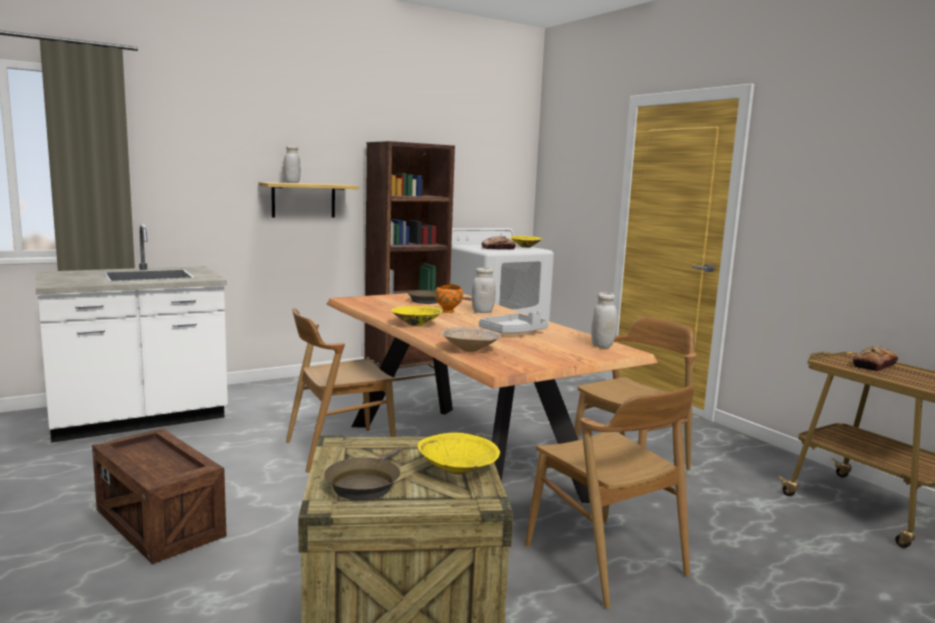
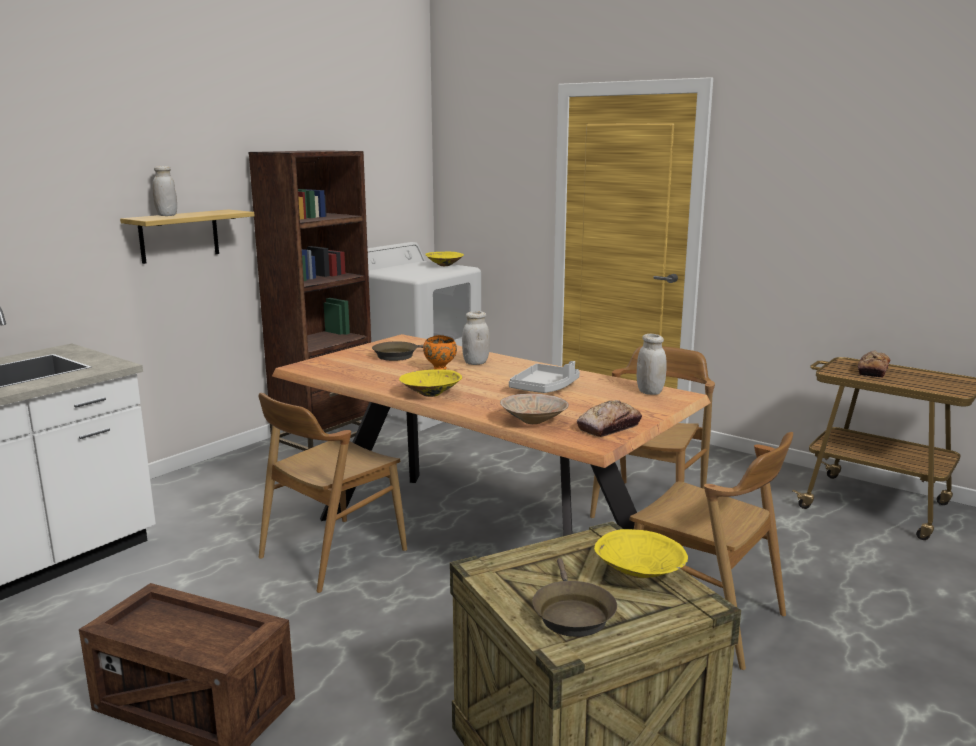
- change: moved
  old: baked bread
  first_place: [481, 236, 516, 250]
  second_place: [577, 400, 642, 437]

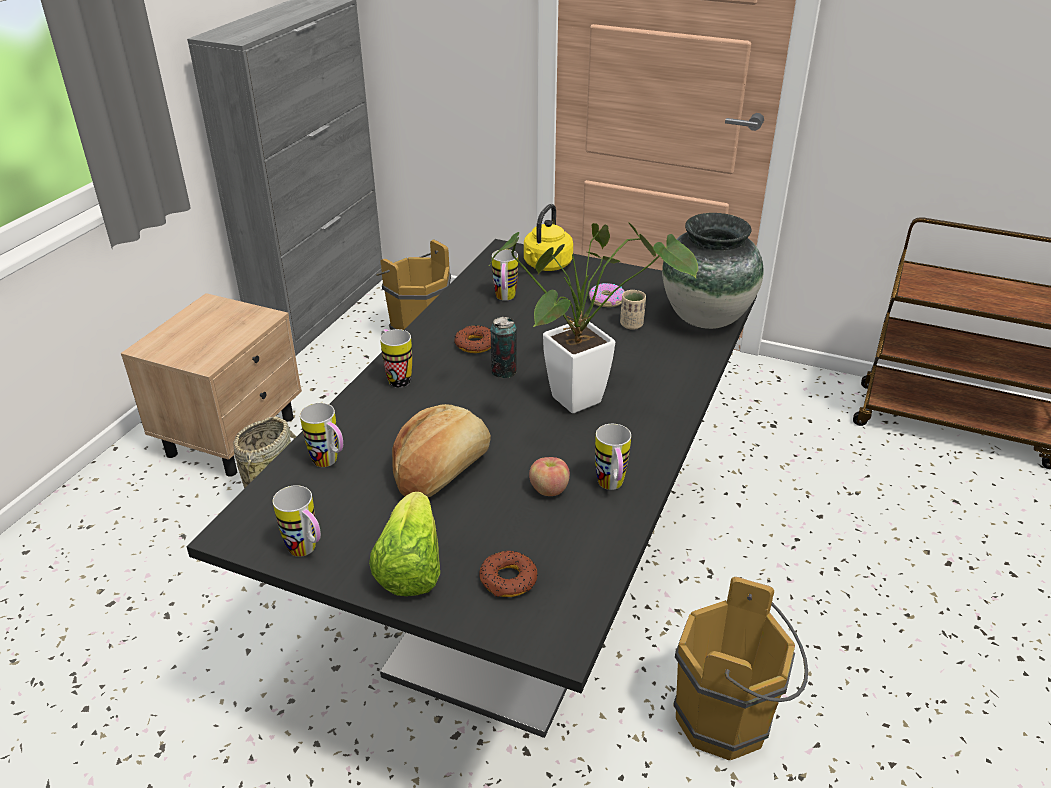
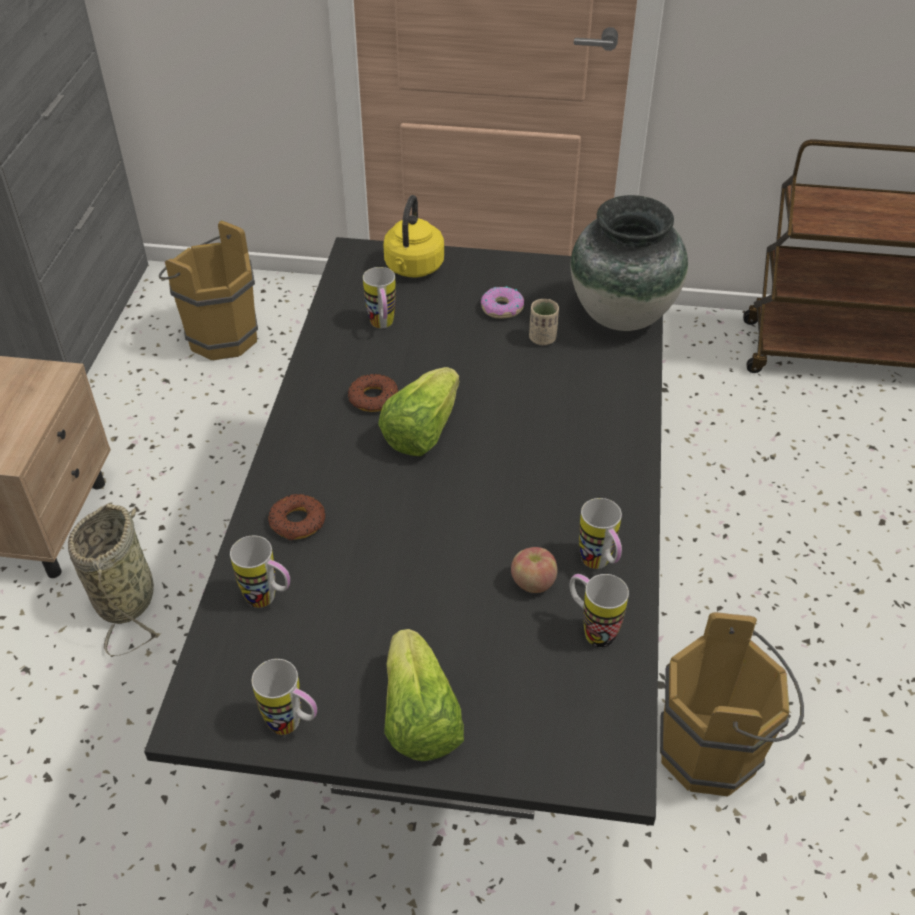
- change: removed
  old: potted plant
  first_place: [489, 222, 698, 413]
- change: replaced
  old: sealed can
  new: head of lettuce
  first_place: [490, 317, 517, 378]
  second_place: [378, 367, 459, 456]
- change: moved
  old: tea mug
  first_place: [380, 329, 412, 388]
  second_place: [569, 574, 629, 647]
- change: removed
  old: baked bread
  first_place: [392, 404, 491, 497]
- change: moved
  old: doughnut
  first_place: [479, 551, 538, 597]
  second_place: [268, 494, 325, 540]

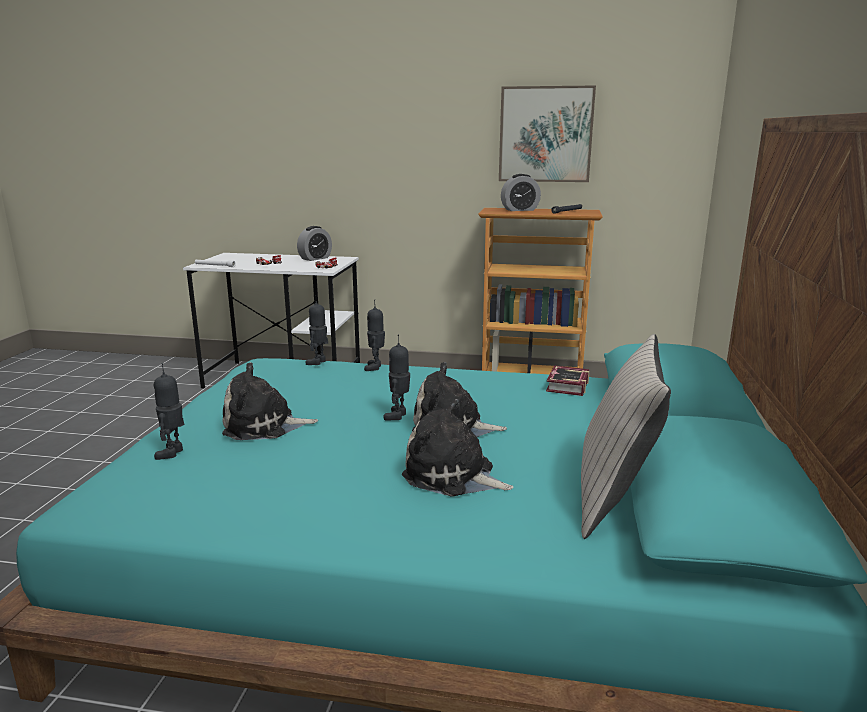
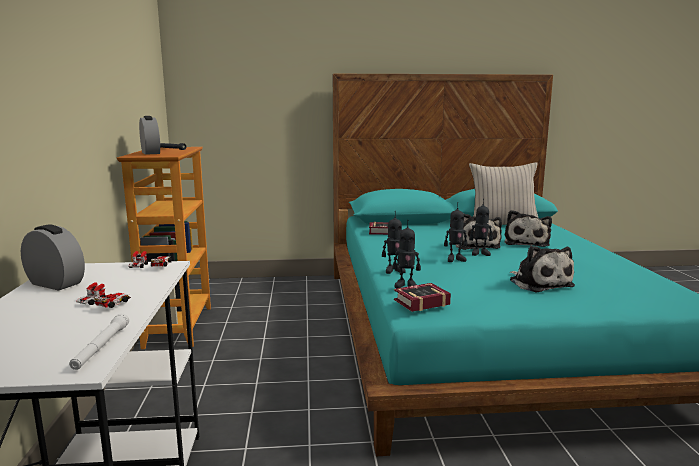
- change: removed
  old: wall picture
  first_place: [499, 86, 596, 182]
- change: moved
  old: toy robot
  first_place: [154, 363, 185, 460]
  second_place: [444, 202, 468, 262]
- change: added
  new: book
  second_place: [394, 283, 451, 312]

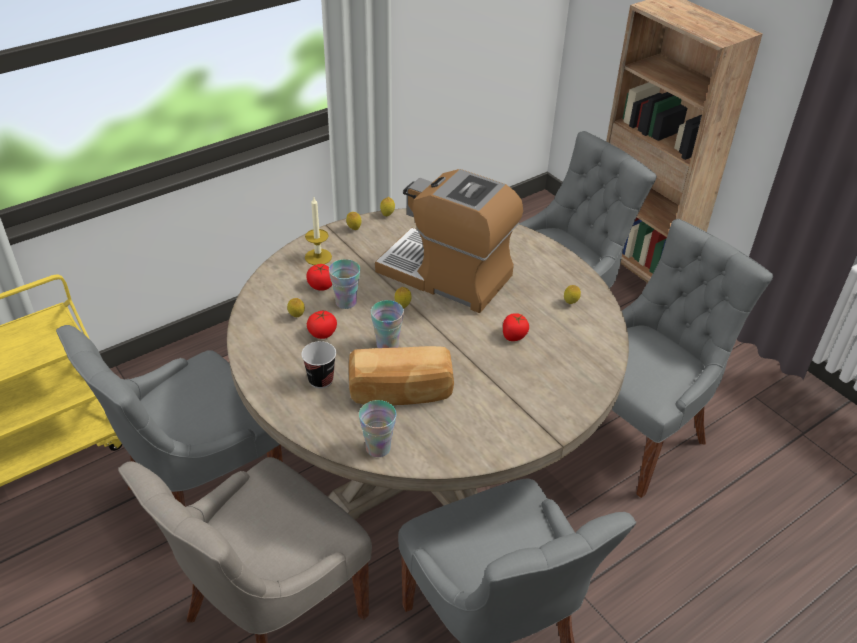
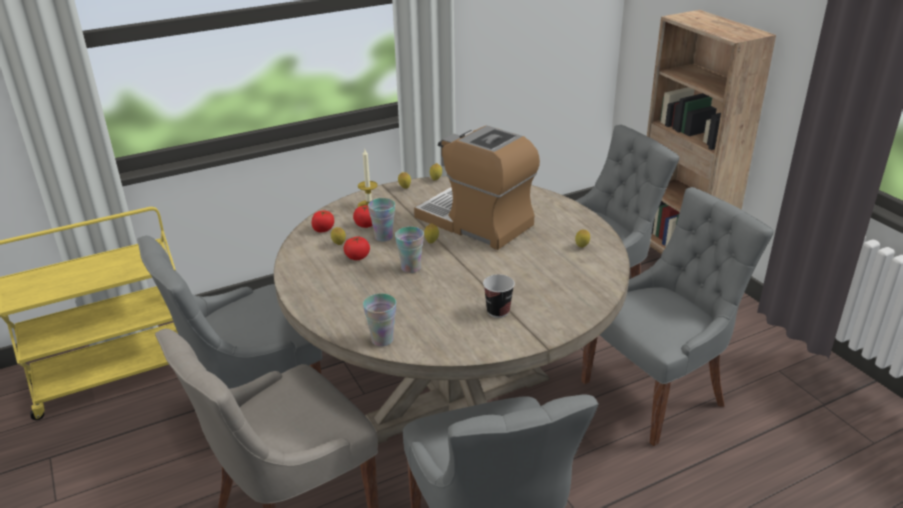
- change: moved
  old: tomato
  first_place: [503, 313, 529, 341]
  second_place: [311, 210, 334, 232]
- change: moved
  old: drinking cup
  first_place: [301, 341, 336, 388]
  second_place: [483, 274, 515, 318]
- change: removed
  old: baked bread
  first_place: [349, 346, 454, 405]

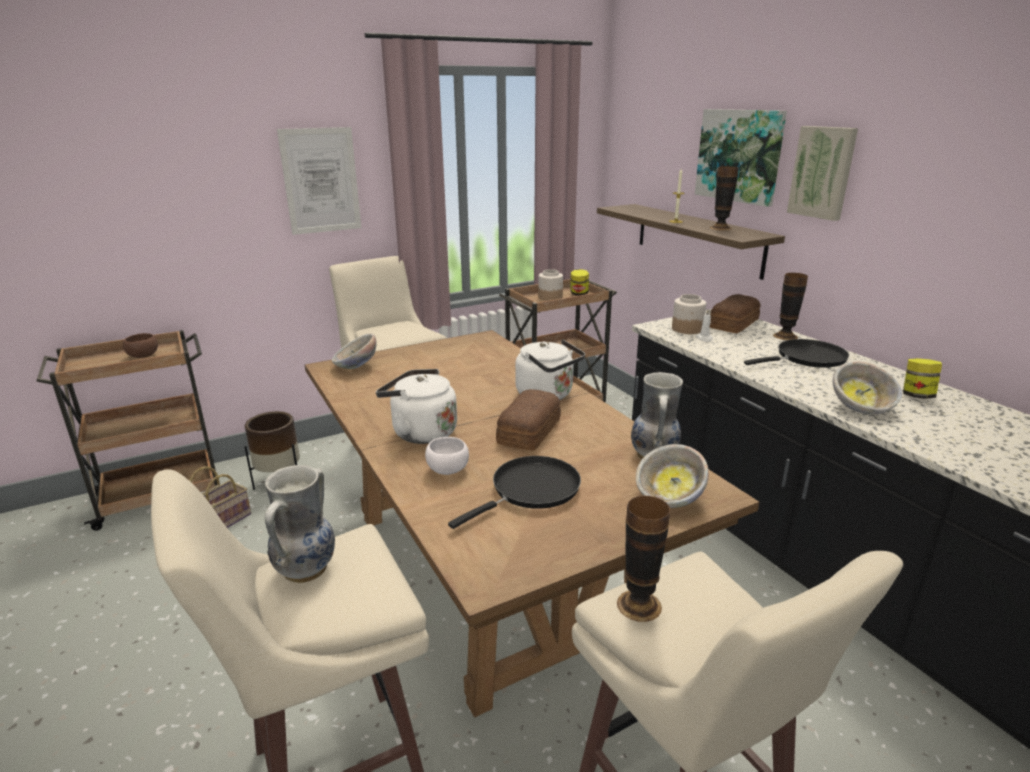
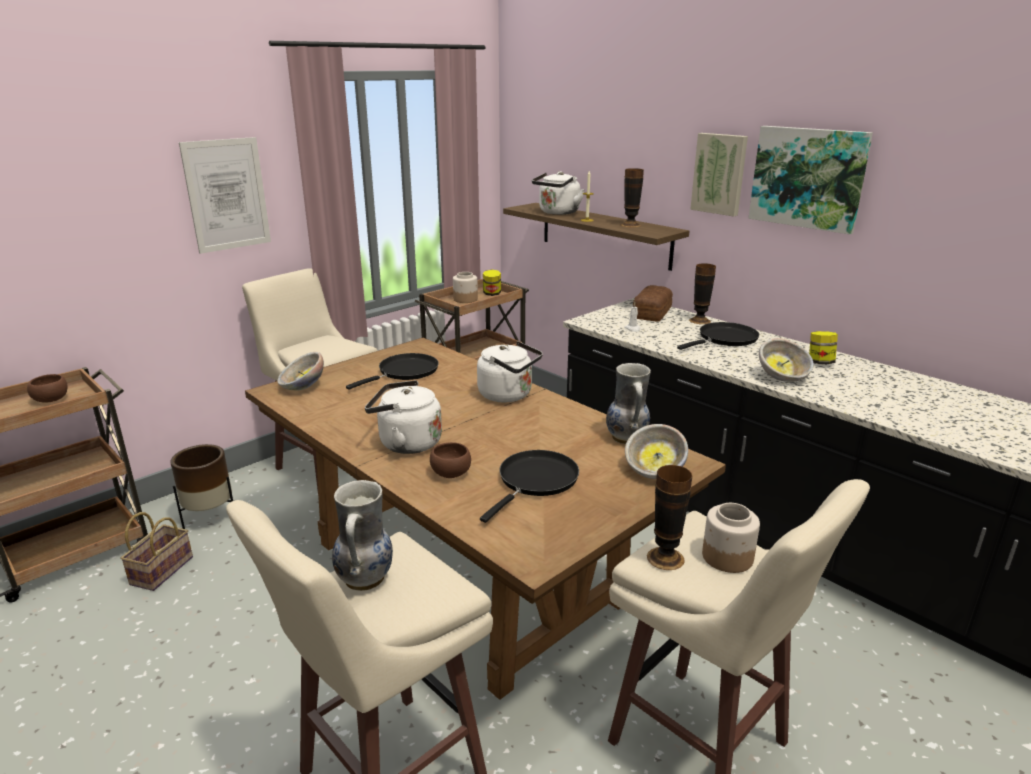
- change: moved
  old: wall picture
  first_place: [695, 109, 787, 207]
  second_place: [748, 126, 873, 235]
- change: moved
  old: storage jar
  first_place: [672, 294, 706, 334]
  second_place: [702, 503, 760, 573]
- change: removed
  old: baked bread
  first_place: [496, 389, 561, 451]
- change: recoloured
  old: bowl in white-coloured
  new: bowl in brownish
  first_place: [425, 437, 469, 475]
  second_place: [430, 442, 471, 478]
- change: added
  new: kettle in white-coloured
  second_place: [532, 171, 585, 215]
- change: added
  new: pan in blackish
  second_place: [346, 353, 439, 390]

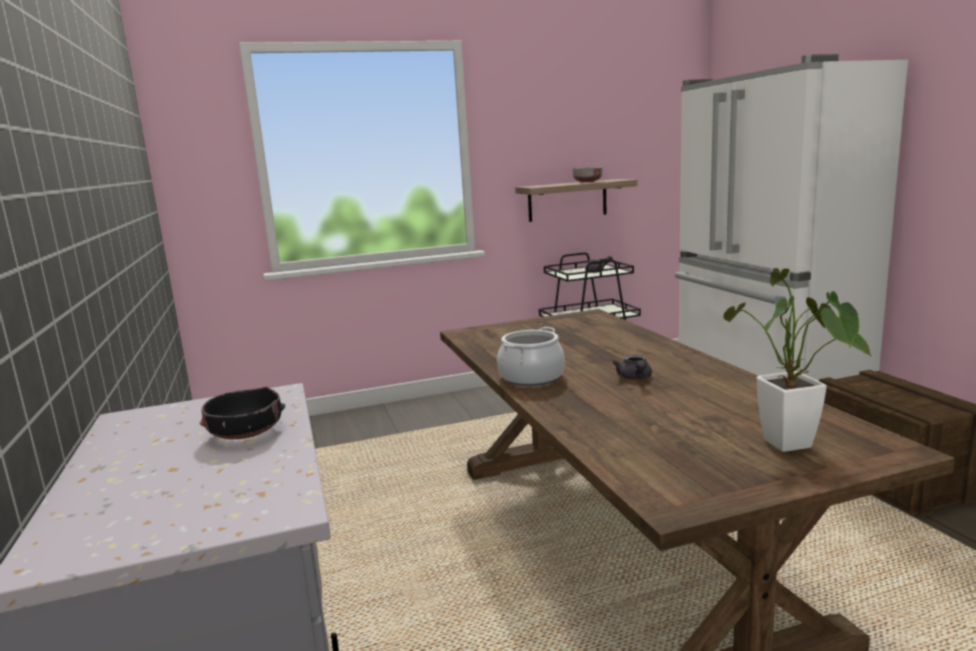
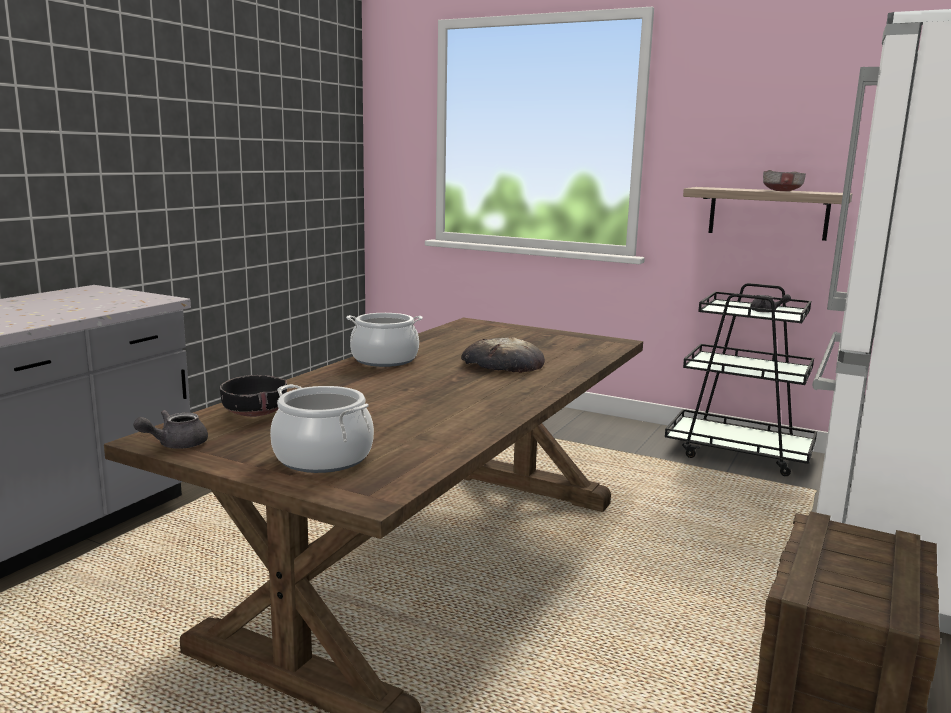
- change: replaced
  old: potted plant
  new: cooking pot
  first_place: [723, 268, 873, 452]
  second_place: [270, 384, 374, 473]
- change: moved
  old: tea pot in gray
  first_place: [612, 355, 652, 380]
  second_place: [133, 410, 208, 449]
- change: moved
  old: bowl in blackish
  first_place: [200, 387, 285, 439]
  second_place: [220, 375, 287, 417]
- change: added
  new: baked bread
  second_place: [461, 337, 545, 373]

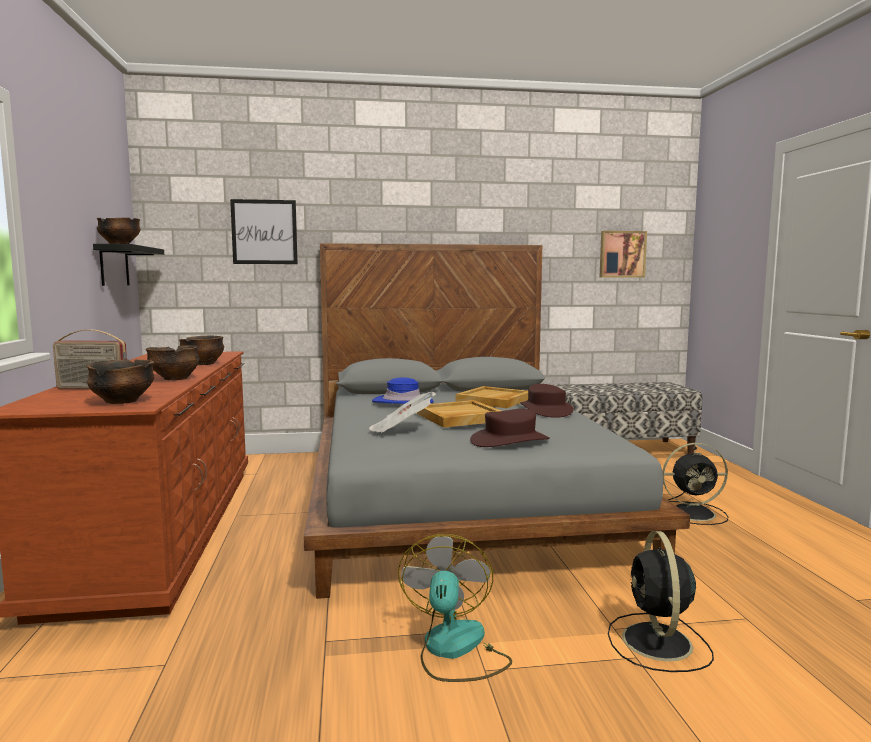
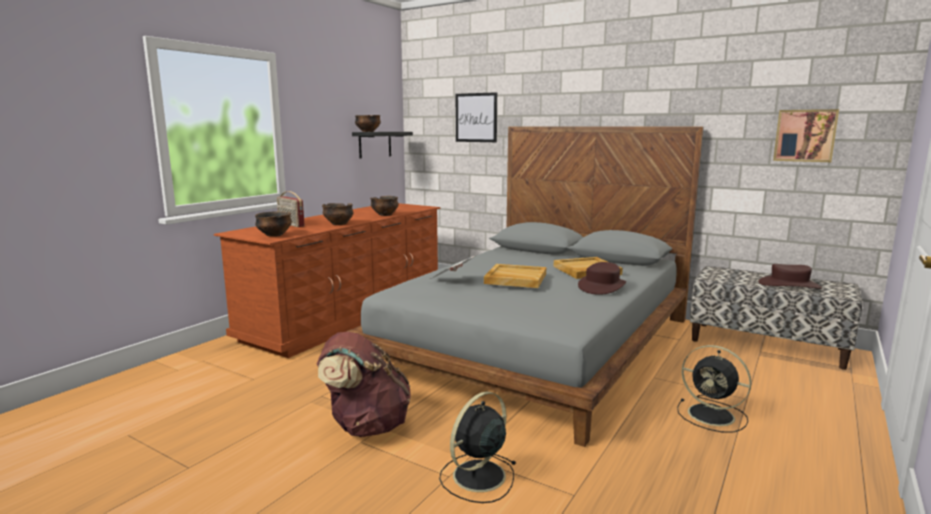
- change: removed
  old: hat in blue-coloured
  first_place: [372, 377, 433, 404]
- change: moved
  old: hat in brownish
  first_place: [470, 409, 550, 447]
  second_place: [759, 264, 822, 289]
- change: replaced
  old: cooling fan
  new: backpack in brownish
  first_place: [398, 534, 512, 682]
  second_place: [317, 332, 411, 437]

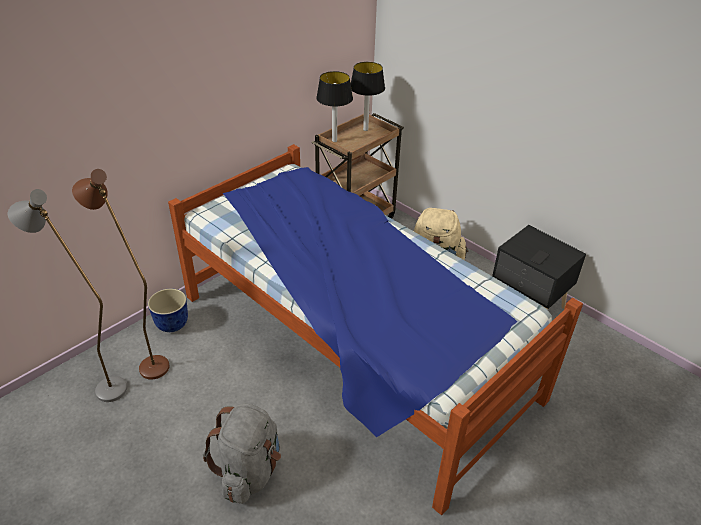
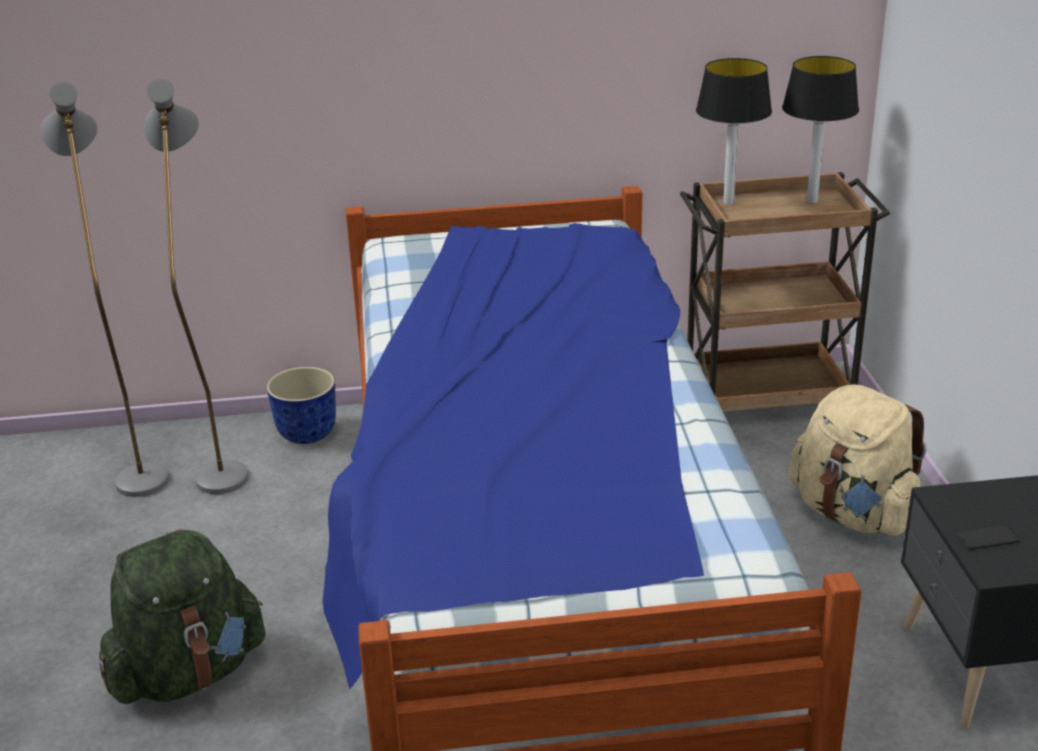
- change: recoloured
  old: standing lamp in brownish
  new: standing lamp in gray
  first_place: [72, 169, 169, 379]
  second_place: [144, 79, 249, 494]
- change: recoloured
  old: backpack in gray
  new: backpack in green-coloured
  first_place: [203, 404, 281, 504]
  second_place: [99, 529, 265, 704]

